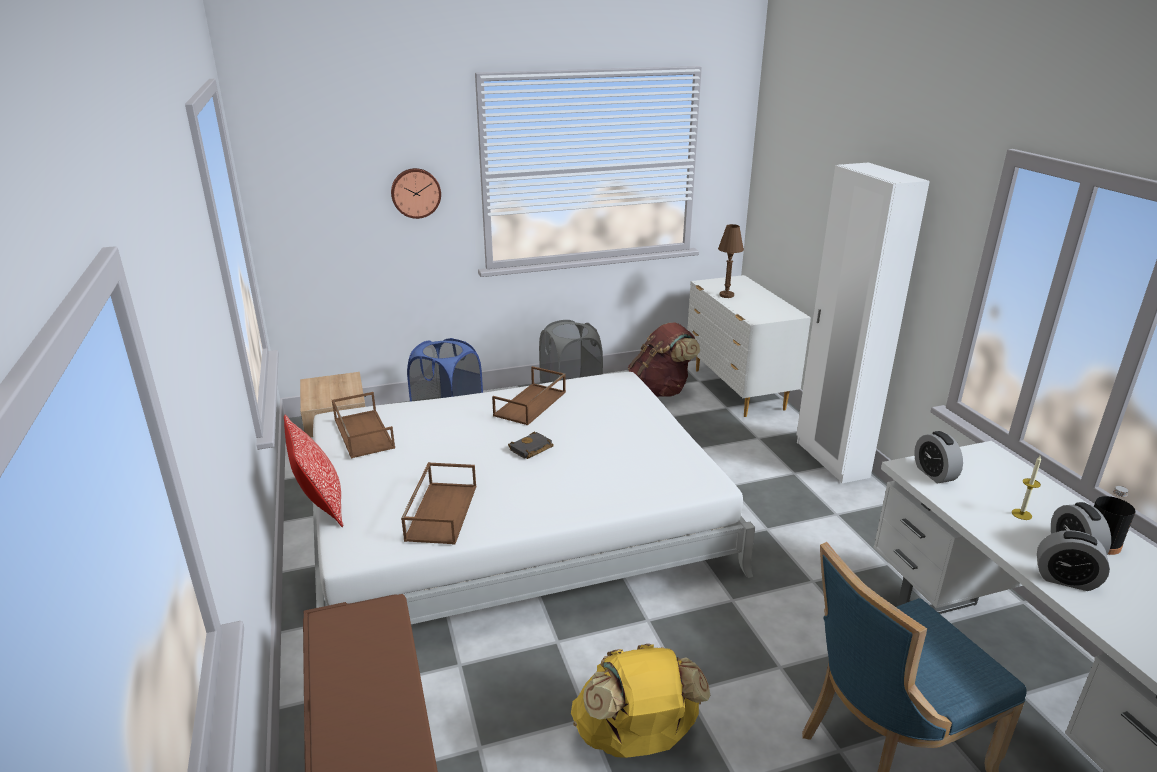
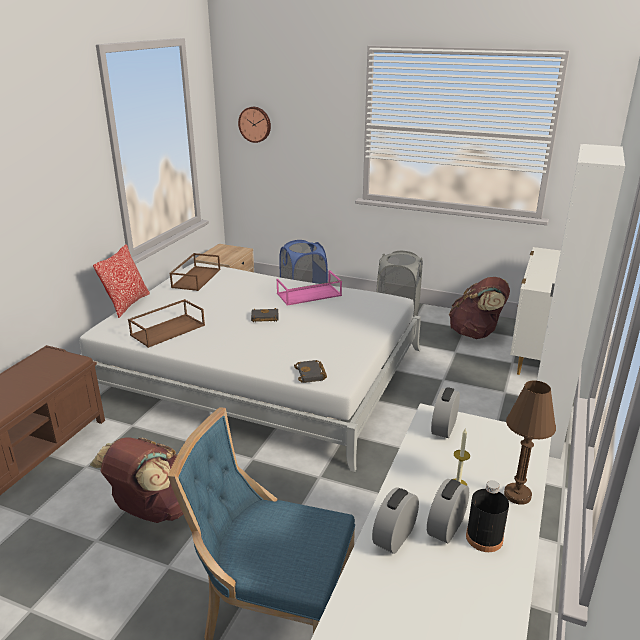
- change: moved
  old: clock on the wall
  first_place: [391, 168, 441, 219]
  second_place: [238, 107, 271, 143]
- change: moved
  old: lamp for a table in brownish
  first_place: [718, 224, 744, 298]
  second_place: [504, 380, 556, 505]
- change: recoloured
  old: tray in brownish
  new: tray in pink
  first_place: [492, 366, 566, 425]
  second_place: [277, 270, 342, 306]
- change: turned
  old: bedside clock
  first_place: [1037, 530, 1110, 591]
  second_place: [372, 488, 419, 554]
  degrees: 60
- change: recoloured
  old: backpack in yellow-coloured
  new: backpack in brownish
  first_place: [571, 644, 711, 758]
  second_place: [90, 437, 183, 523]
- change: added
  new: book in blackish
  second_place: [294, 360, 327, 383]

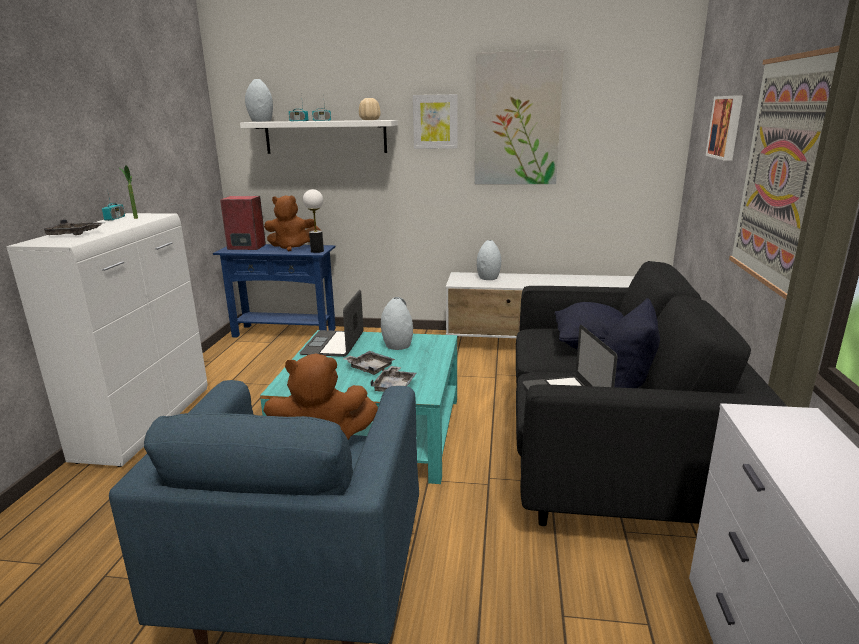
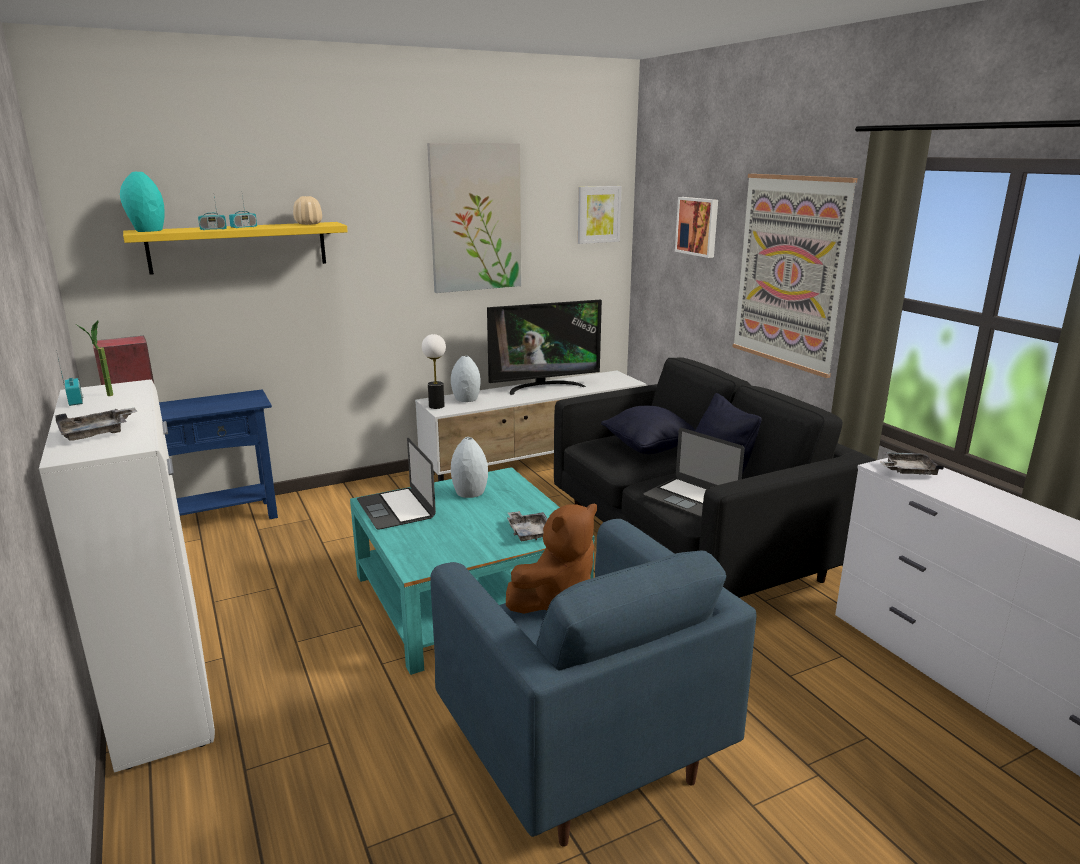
- change: recoloured
  old: flower vase in gray
  new: flower vase in blue-green
  first_place: [245, 79, 273, 122]
  second_place: [120, 172, 165, 232]
- change: moved
  old: wall picture
  first_place: [413, 94, 458, 149]
  second_place: [578, 186, 622, 244]
- change: recoloured
  old: bracket shelf in white-coloured
  new: bracket shelf in yellow-coloured
  first_place: [240, 120, 398, 154]
  second_place: [123, 222, 348, 275]
- change: moved
  old: lamp for a table
  first_place: [303, 189, 324, 253]
  second_place: [422, 334, 446, 409]
- change: removed
  old: cuddly toy in brownish
  first_place: [264, 196, 323, 251]
- change: moved
  old: tray in gray
  first_place: [343, 351, 395, 375]
  second_place: [880, 452, 944, 475]
- change: added
  new: TV
  second_place: [487, 300, 602, 395]

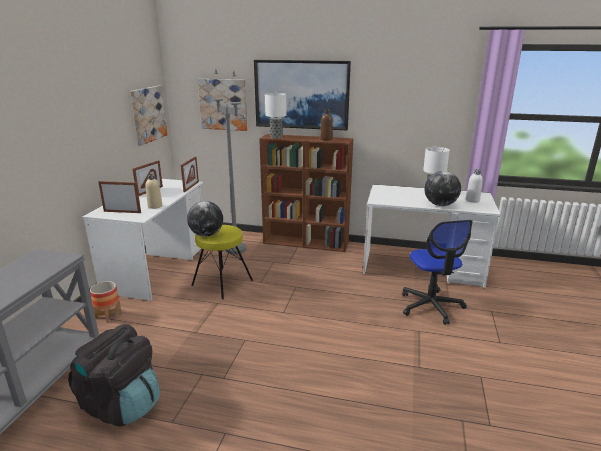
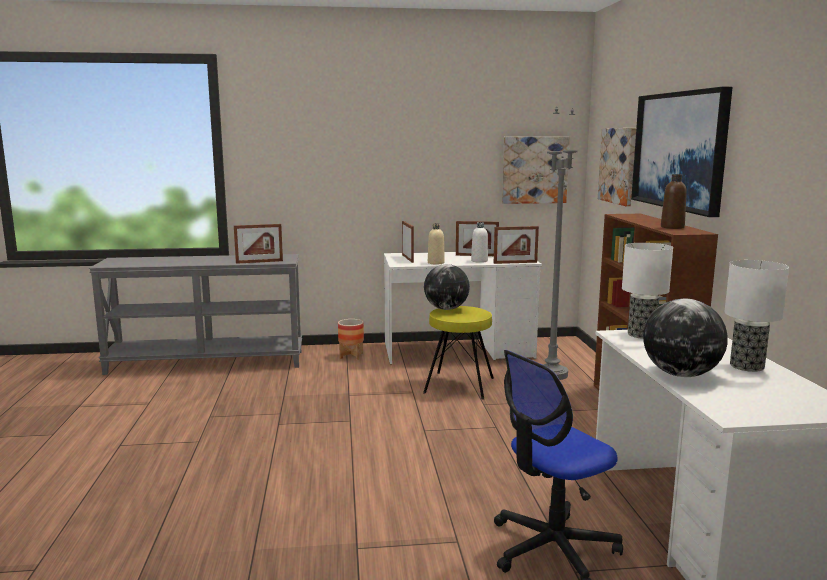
- change: moved
  old: lamp for a table
  first_place: [265, 93, 287, 138]
  second_place: [622, 243, 673, 339]
- change: moved
  old: drink bottle in white-coloured
  first_place: [466, 169, 483, 203]
  second_place: [471, 222, 488, 263]
- change: removed
  old: backpack in blackish
  first_place: [68, 324, 160, 426]
- change: added
  new: standing frame
  second_place: [234, 224, 283, 264]

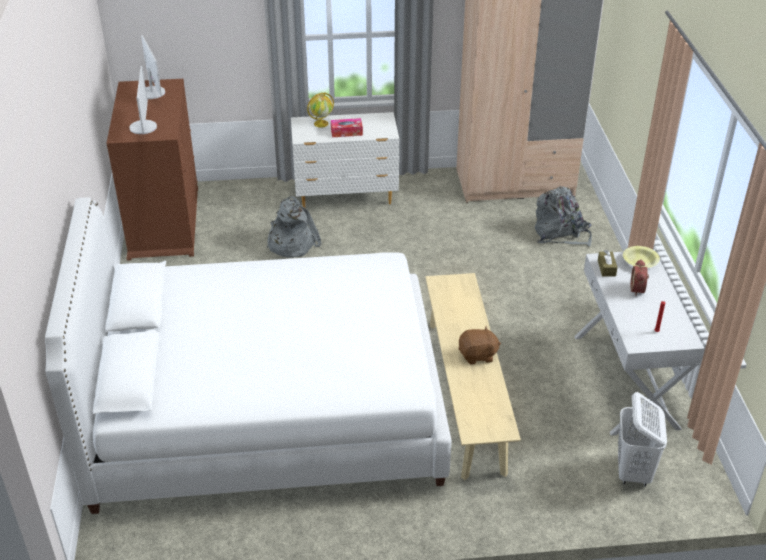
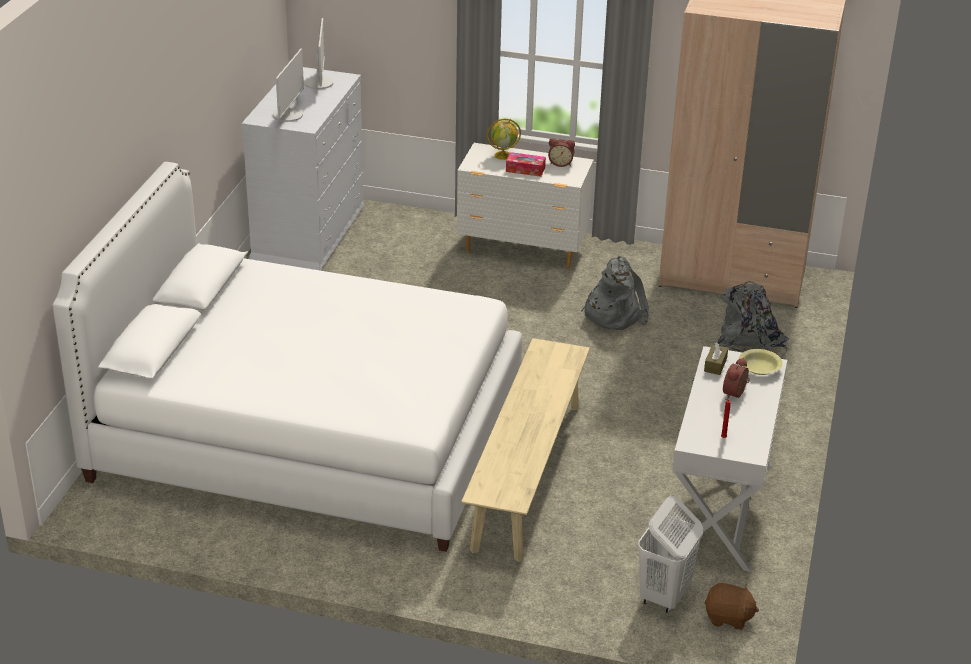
- change: recoloured
  old: chest of drawers in brownish
  new: chest of drawers in white-coloured
  first_place: [106, 79, 198, 261]
  second_place: [242, 67, 365, 271]
- change: moved
  old: backpack in gray
  first_place: [266, 196, 321, 258]
  second_place: [581, 256, 649, 330]
- change: moved
  old: cuddly toy in brownish
  first_place: [458, 326, 501, 365]
  second_place: [704, 583, 759, 630]
- change: added
  new: bedside clock
  second_place: [548, 138, 575, 167]

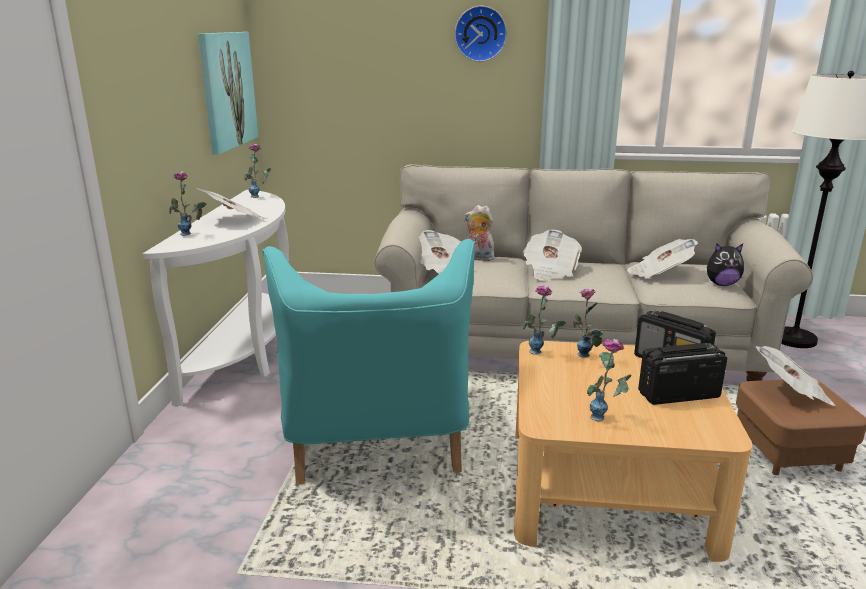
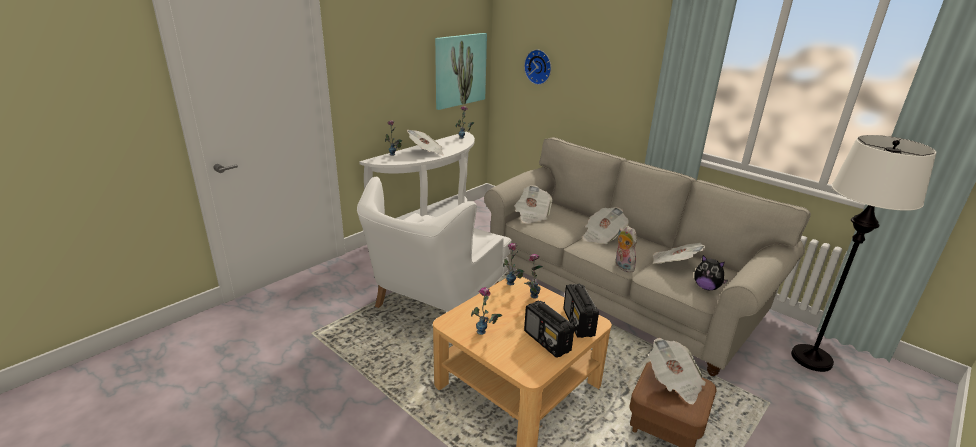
- change: moved
  old: clock on the wall
  first_place: [454, 6, 507, 62]
  second_place: [524, 49, 551, 85]
- change: moved
  old: cuddly toy
  first_place: [464, 205, 495, 261]
  second_place: [616, 226, 637, 272]
- change: recoloured
  old: armchair in blue-green
  new: armchair in white-coloured
  first_place: [262, 239, 475, 485]
  second_place: [357, 177, 511, 312]
- change: turned
  old: radio receiver
  first_place: [638, 343, 727, 405]
  second_place: [524, 301, 575, 358]
  degrees: -150

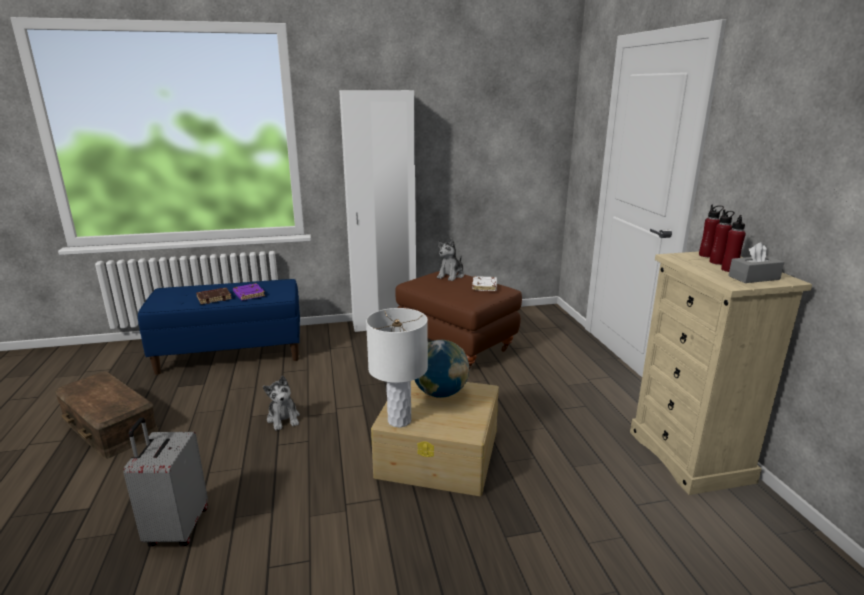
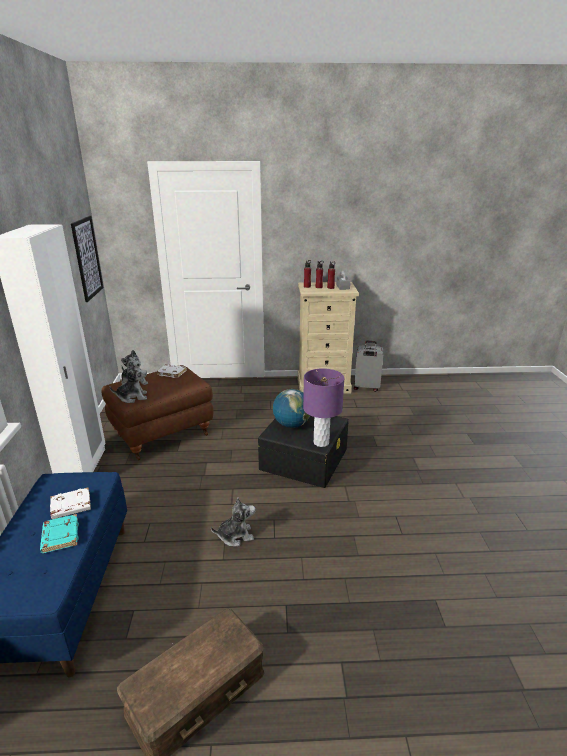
- change: recoloured
  old: book in purple-coloured
  new: book in white-coloured
  first_place: [233, 283, 265, 300]
  second_place: [50, 488, 91, 519]
- change: recoloured
  old: book in brownish
  new: book in blue-green
  first_place: [196, 288, 232, 304]
  second_place: [40, 514, 79, 553]
- change: recoloured
  old: lamp for a table in white-coloured
  new: lamp for a table in purple-coloured
  first_place: [366, 308, 428, 427]
  second_place: [303, 368, 344, 447]
- change: recoloured
  old: storage bin in beige
  new: storage bin in blackish
  first_place: [371, 380, 499, 496]
  second_place: [258, 416, 349, 488]
- change: moved
  old: travel case in gray
  first_place: [123, 417, 208, 547]
  second_place: [354, 341, 383, 392]
- change: added
  new: wall picture
  second_place: [71, 216, 104, 302]
- change: added
  new: cuddly toy
  second_place: [110, 361, 147, 403]

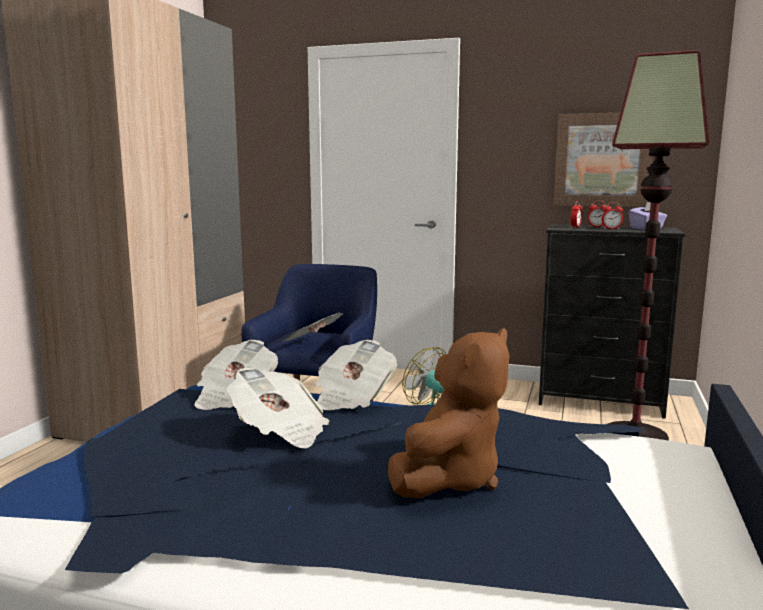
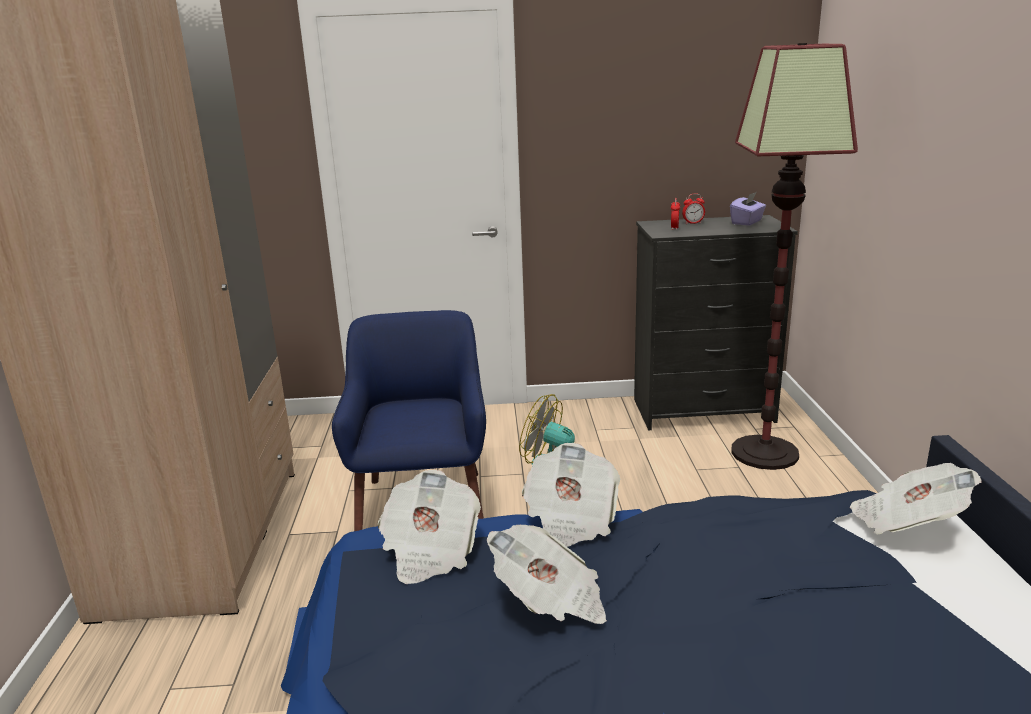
- change: removed
  old: wall picture
  first_place: [553, 113, 652, 207]
- change: removed
  old: bedside clock
  first_place: [601, 202, 623, 229]
- change: moved
  old: newspaper
  first_place: [282, 312, 344, 342]
  second_place: [850, 463, 982, 535]
- change: removed
  old: cuddly toy in brownish
  first_place: [388, 328, 510, 498]

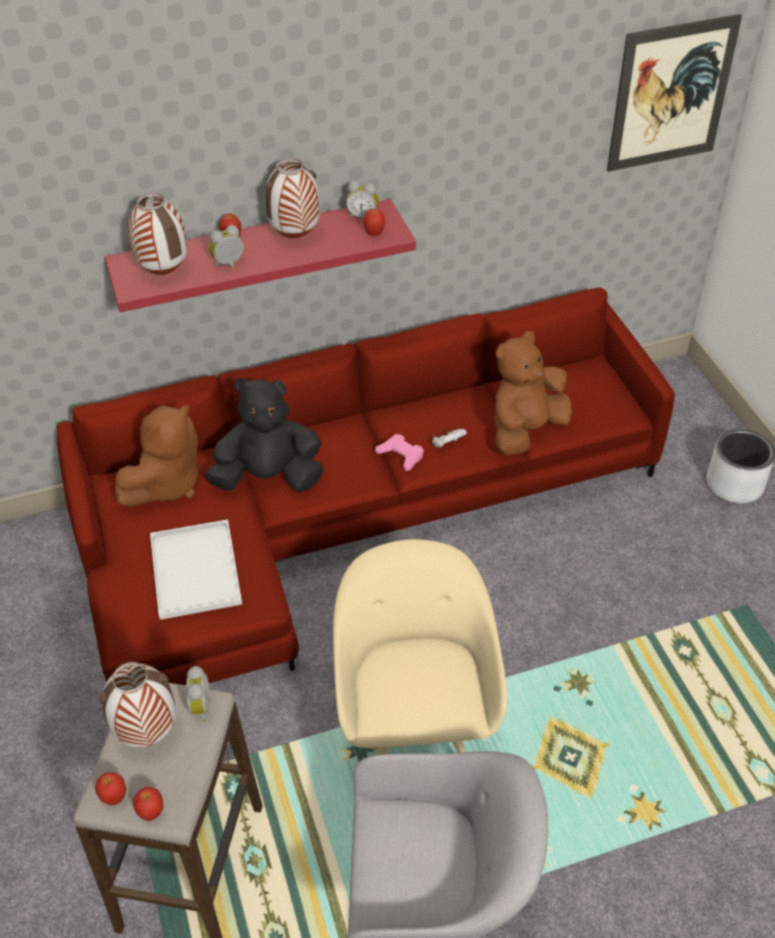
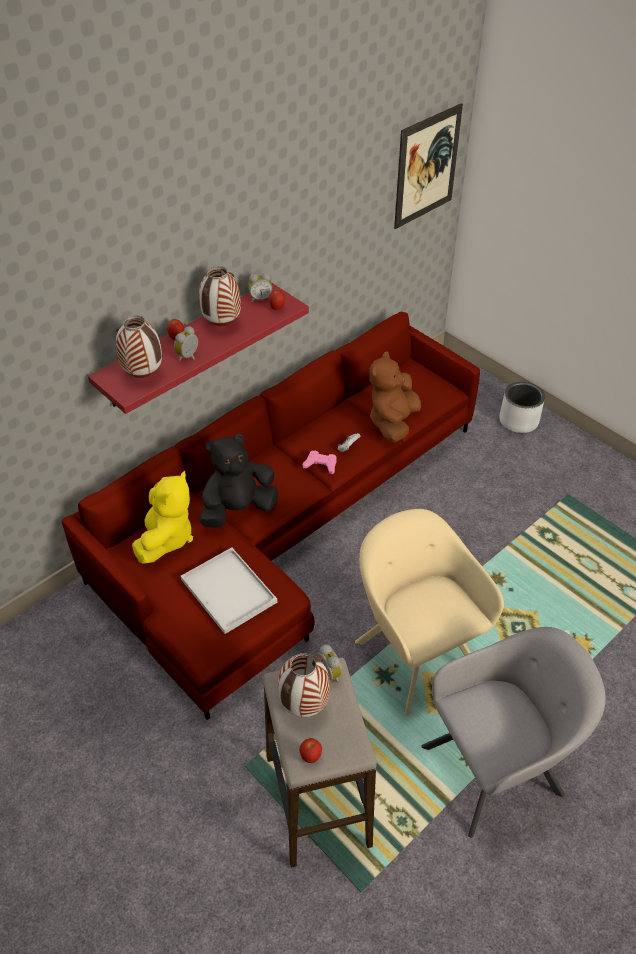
- change: recoloured
  old: cuddly toy in brownish
  new: cuddly toy in yellow-coloured
  first_place: [115, 405, 199, 507]
  second_place: [132, 471, 193, 564]
- change: removed
  old: apple
  first_place: [133, 787, 163, 821]

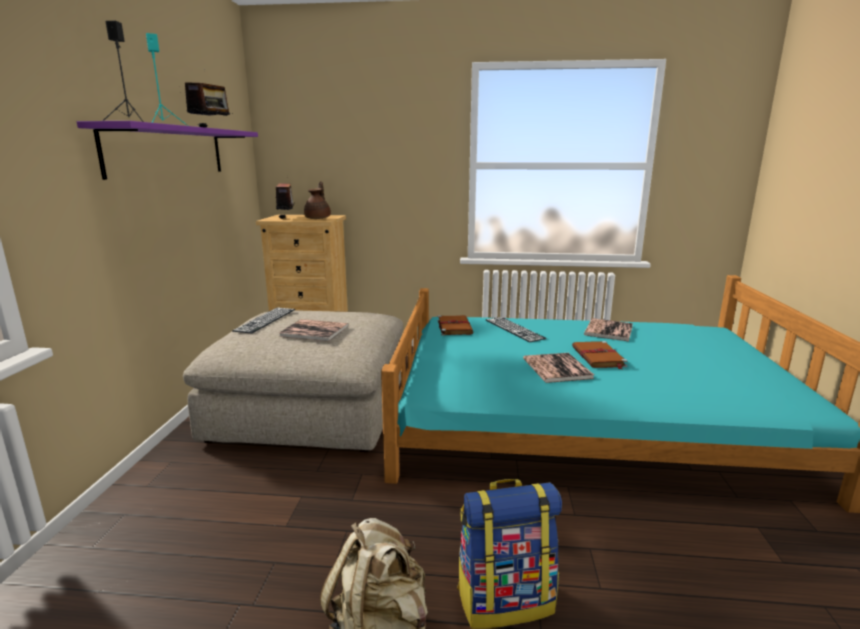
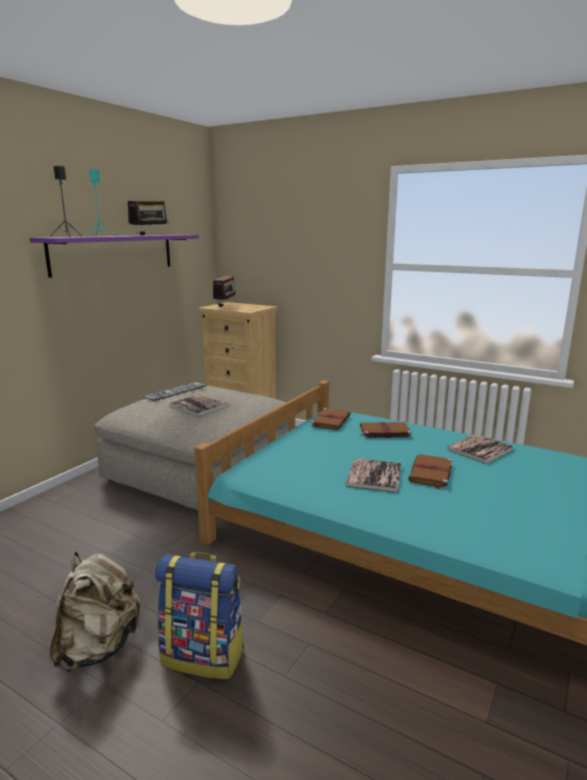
- change: removed
  old: tea pot in brownish
  first_place: [304, 181, 331, 219]
- change: replaced
  old: computer keyboard
  new: book in brownish
  first_place: [486, 317, 547, 342]
  second_place: [360, 422, 412, 438]

